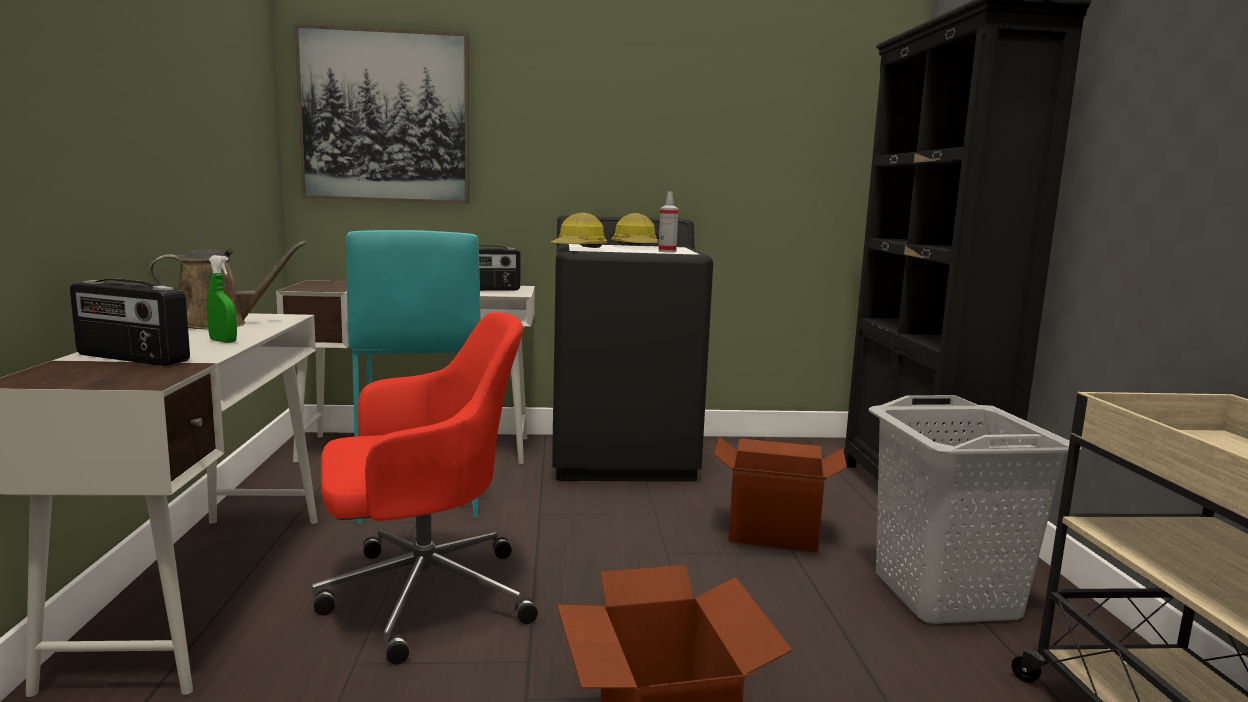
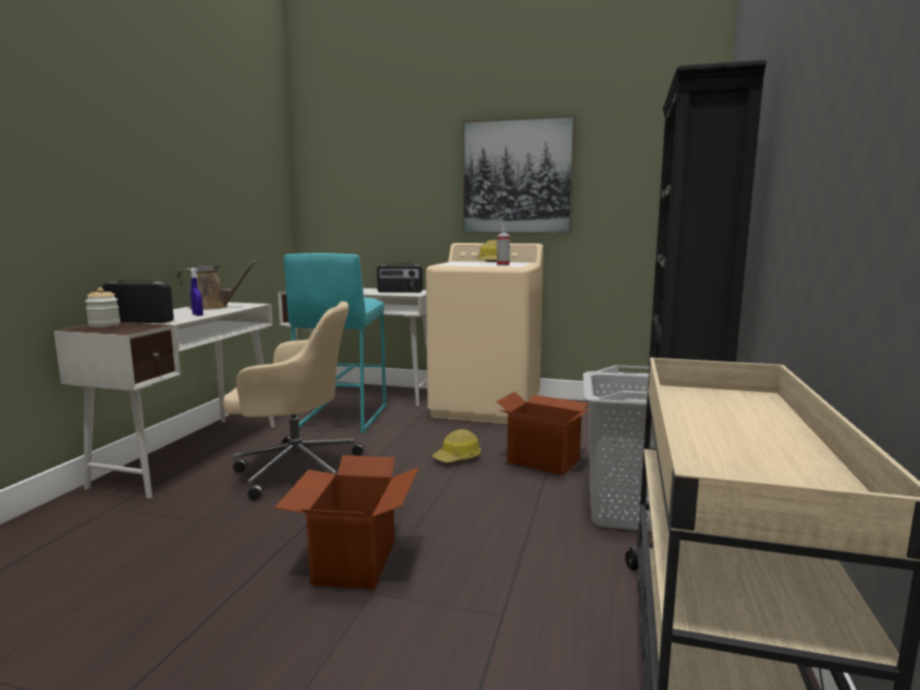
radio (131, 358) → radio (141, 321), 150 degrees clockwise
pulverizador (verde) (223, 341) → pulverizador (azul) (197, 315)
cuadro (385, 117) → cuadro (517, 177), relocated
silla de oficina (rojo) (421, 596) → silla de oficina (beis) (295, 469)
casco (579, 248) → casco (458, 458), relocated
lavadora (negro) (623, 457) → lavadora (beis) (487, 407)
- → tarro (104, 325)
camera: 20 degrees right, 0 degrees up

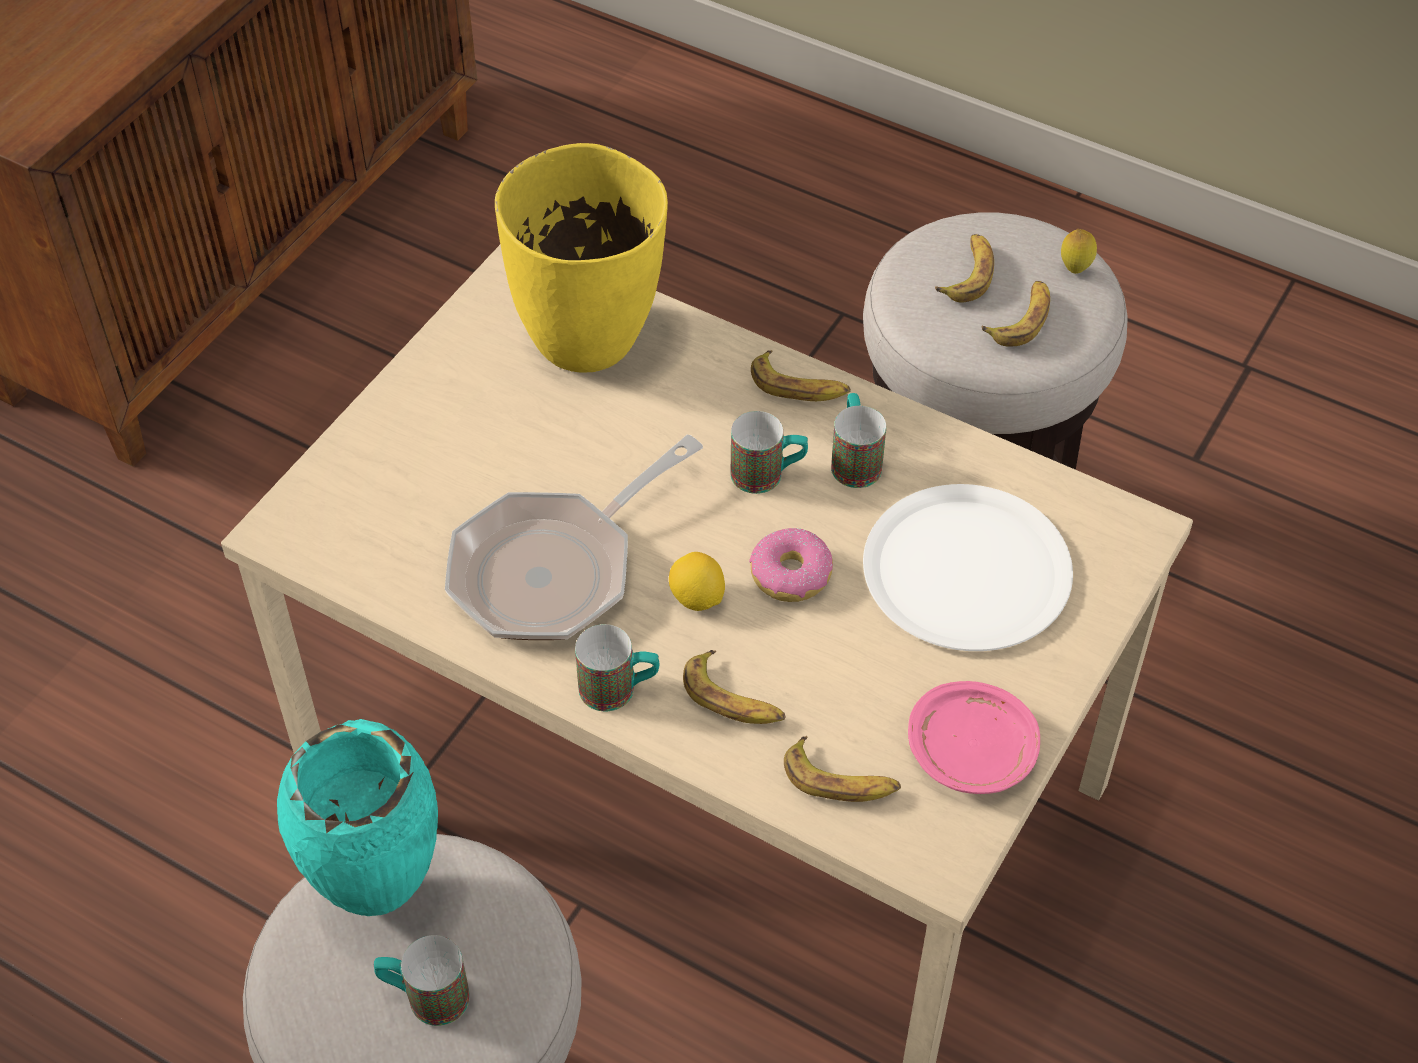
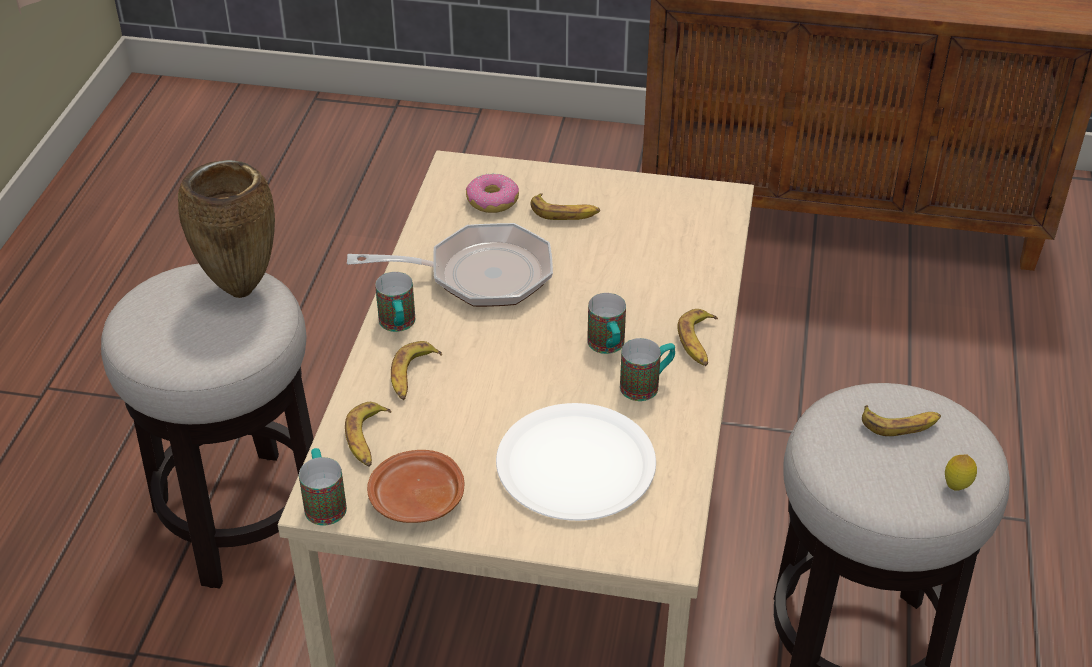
florero (turquesa) (377, 893) → florero (marrón) (241, 289)
taza grande (425, 997) → taza grande (324, 502), relocated
sartén (554, 568) → sartén (479, 275), 150 degrees clockwise
florero (amarillo) (589, 339) → -
limón (697, 598) → -
rosquilla (791, 575) → rosquilla (492, 201), relocated
plato (rosa) (972, 752) → plato (marrón) (416, 500)
plátano (1021, 319) → plátano (564, 213), relocated
camera: 70 degrees right, 10 degrees down

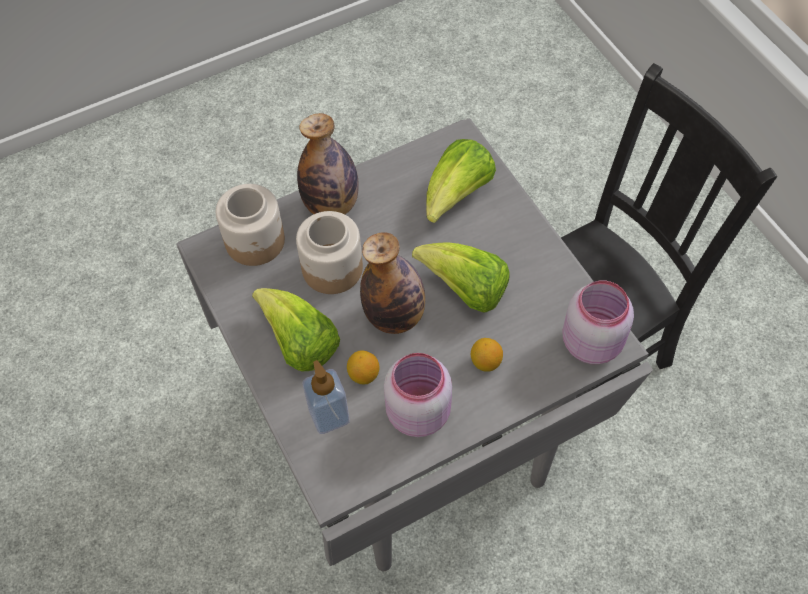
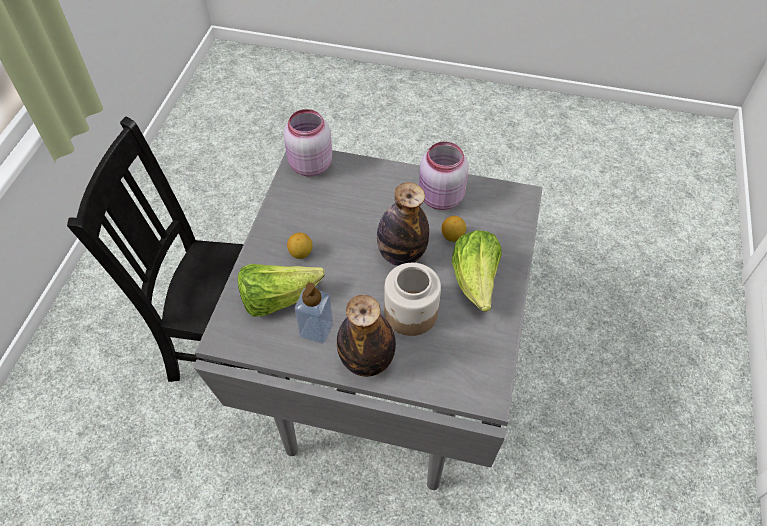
tarro (255, 241) → -
dispensador de jabón (329, 416) → dispensador de jabón (316, 330), relocated
lechuga (465, 290) → -
limón (485, 362) → limón (301, 253), relocated
camera: 140 degrees left, 5 degrees down

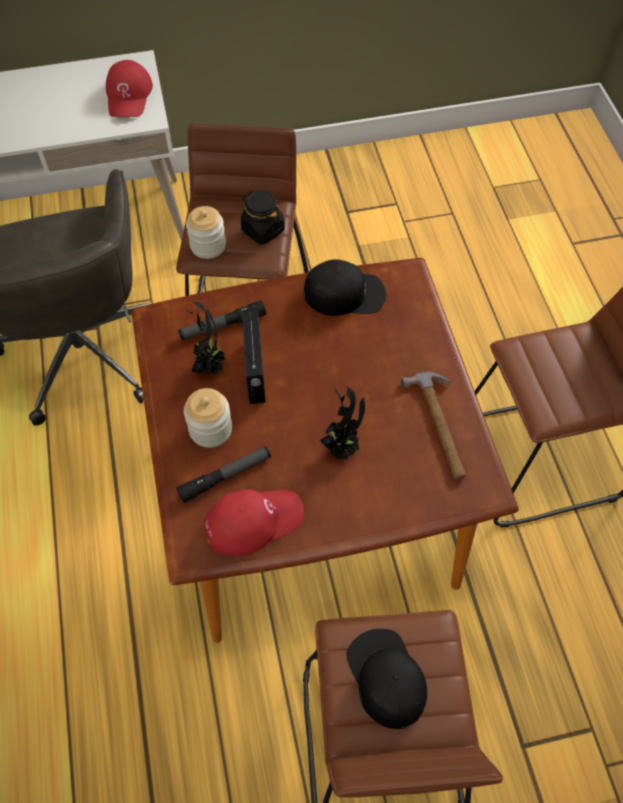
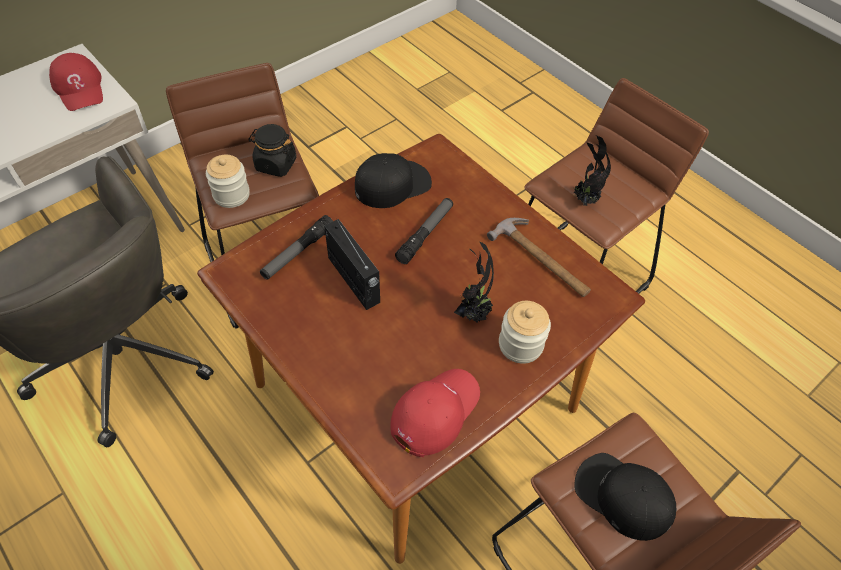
linterna (225, 476) → linterna (425, 234), relocated
tarro (210, 429) → tarro (520, 344), relocated
planta en maceta (210, 366) → planta en maceta (583, 200), relocated
camera: 30 degrees left, 5 degrees down

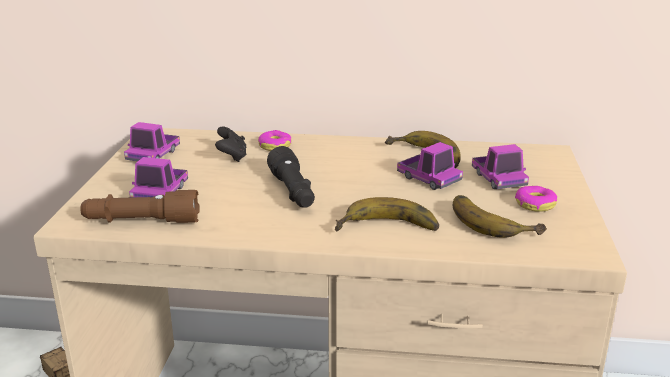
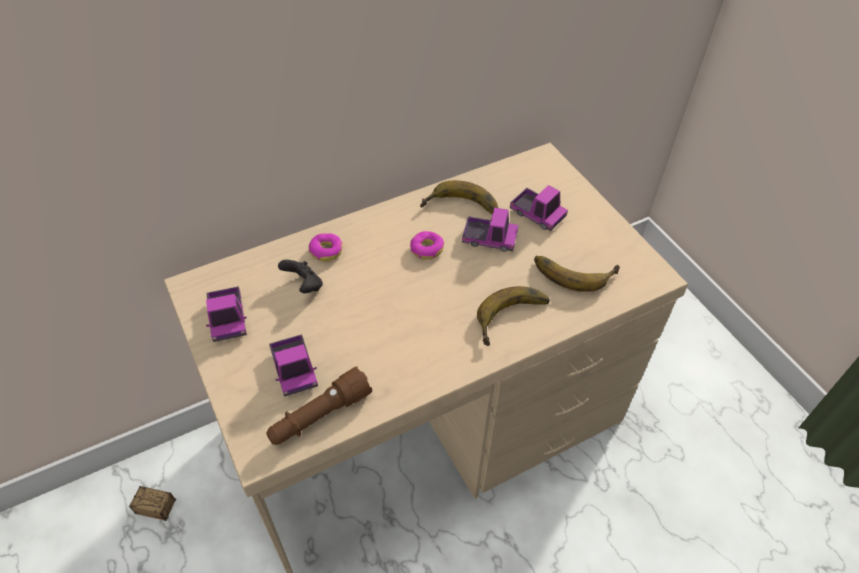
linterna (negro) (293, 192) → -
rosquilla (535, 204) → rosquilla (426, 249), relocated
camera: 35 degrees left, 25 degrees up

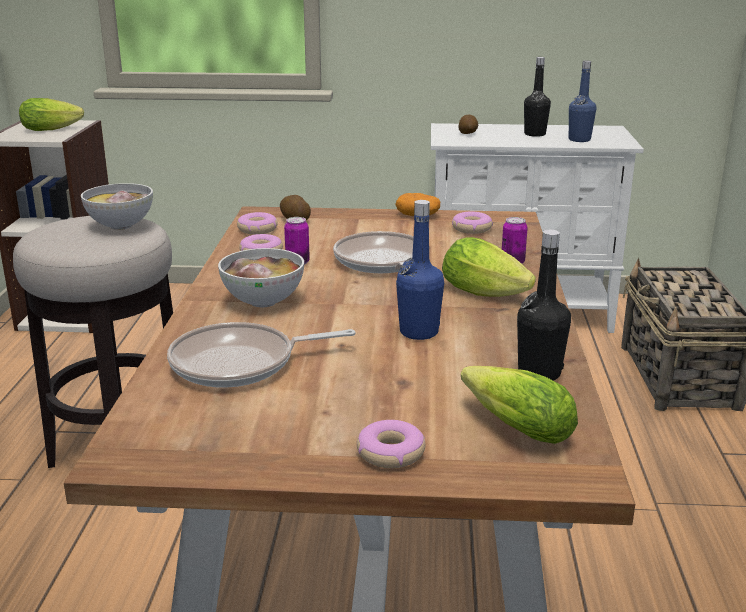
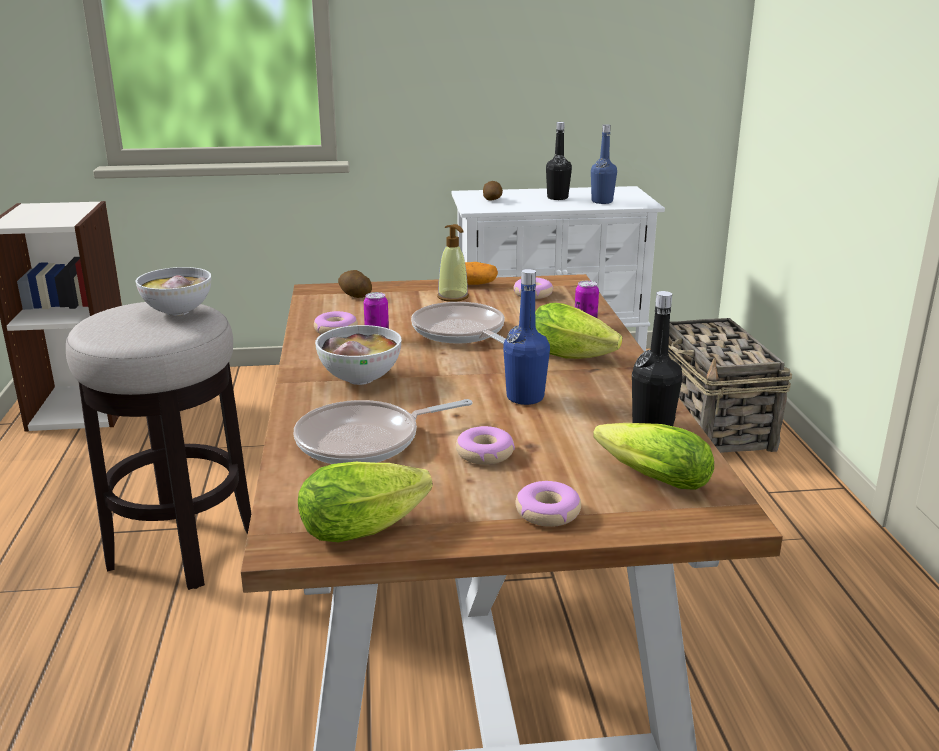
lechuga (54, 129) → lechuga (370, 525), relocated
rosquilla (257, 229) → rosquilla (484, 454), relocated
- → dispensador de jabón (453, 297)
camera: 10 degrees left, 0 degrees up

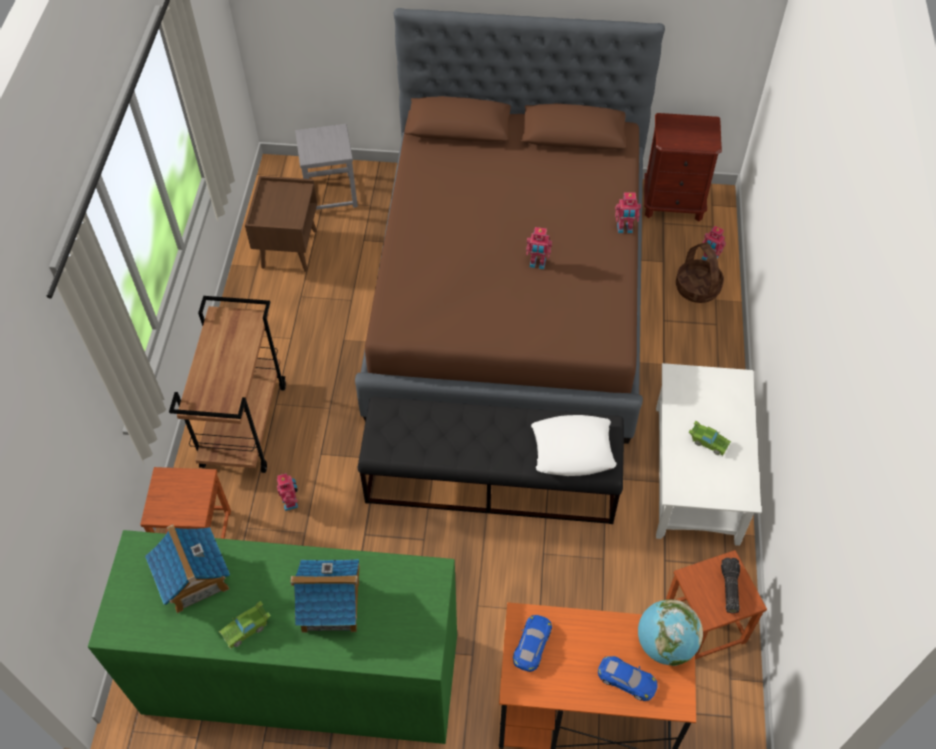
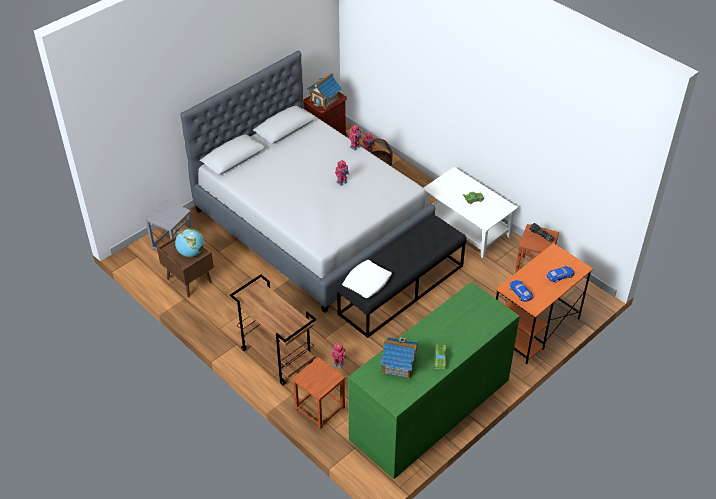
casita (331, 606) → casita (324, 99), relocated
cama (marrón) (509, 295) → cama (gris) (312, 223)
cojín (blanco) (573, 449) → cojín (blanco) (367, 282), relocated
globo terráqueo (665, 644) → globo terráqueo (191, 253), relocated
camera: 50 degrees left, 10 degrees down

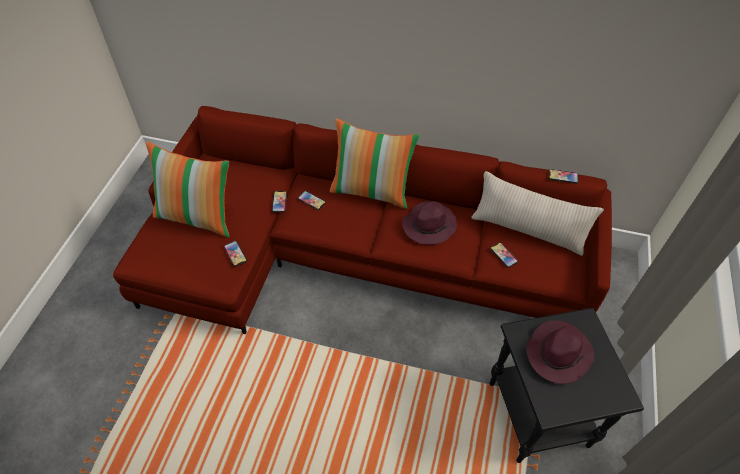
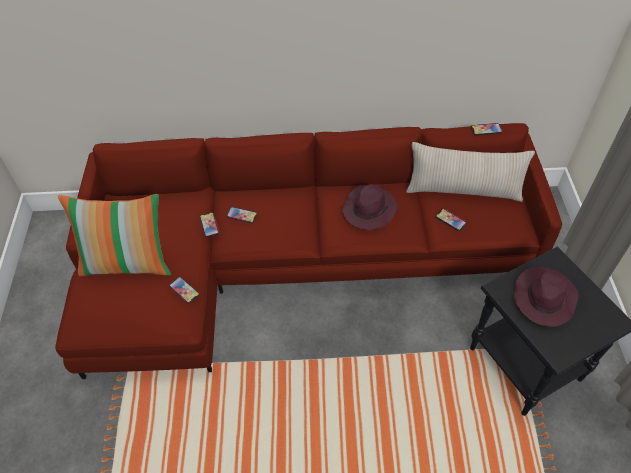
cojín (371, 191) → -
camera: 15 degrees left, 0 degrees up

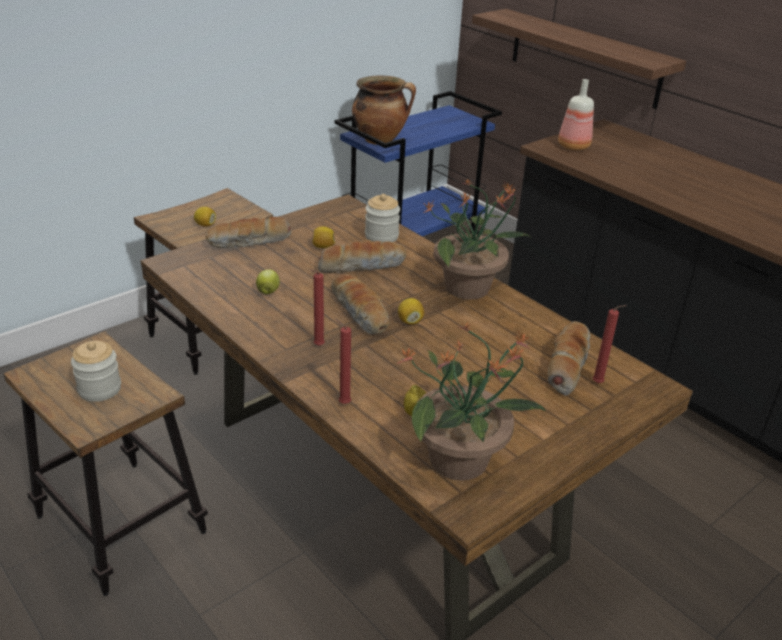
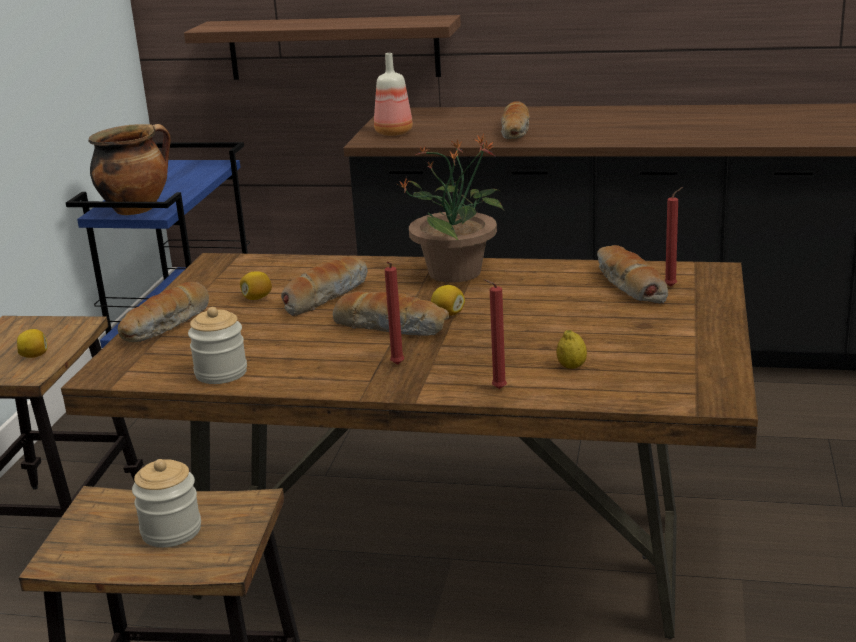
manzana (268, 292) → -
tarro (381, 236) → tarro (221, 373), relocated
planta en maceta (460, 460) → -
- → pan (516, 131)
camera: 35 degrees left, 10 degrees down

